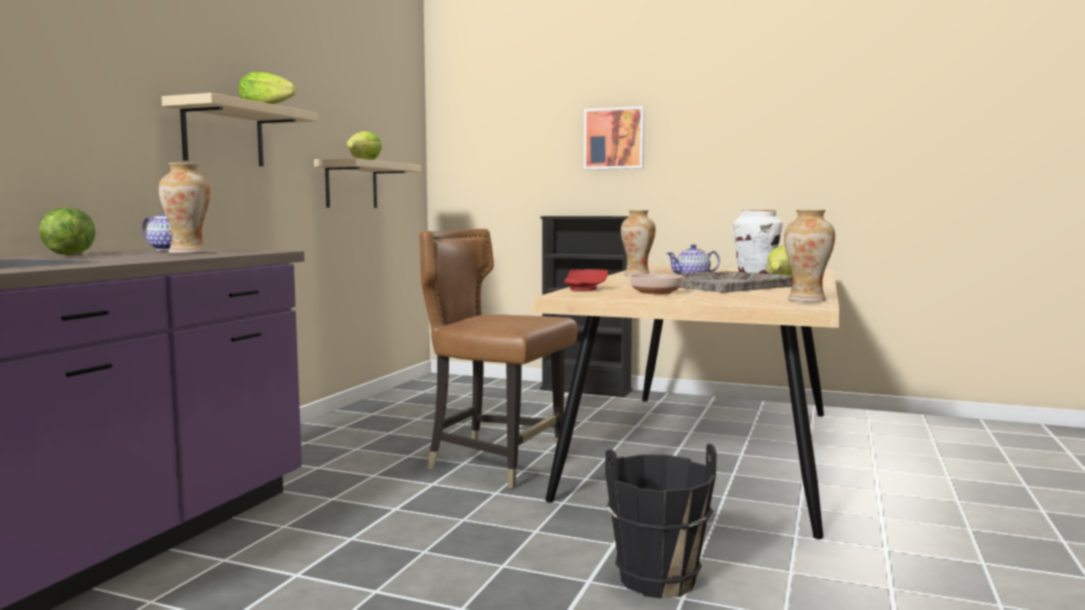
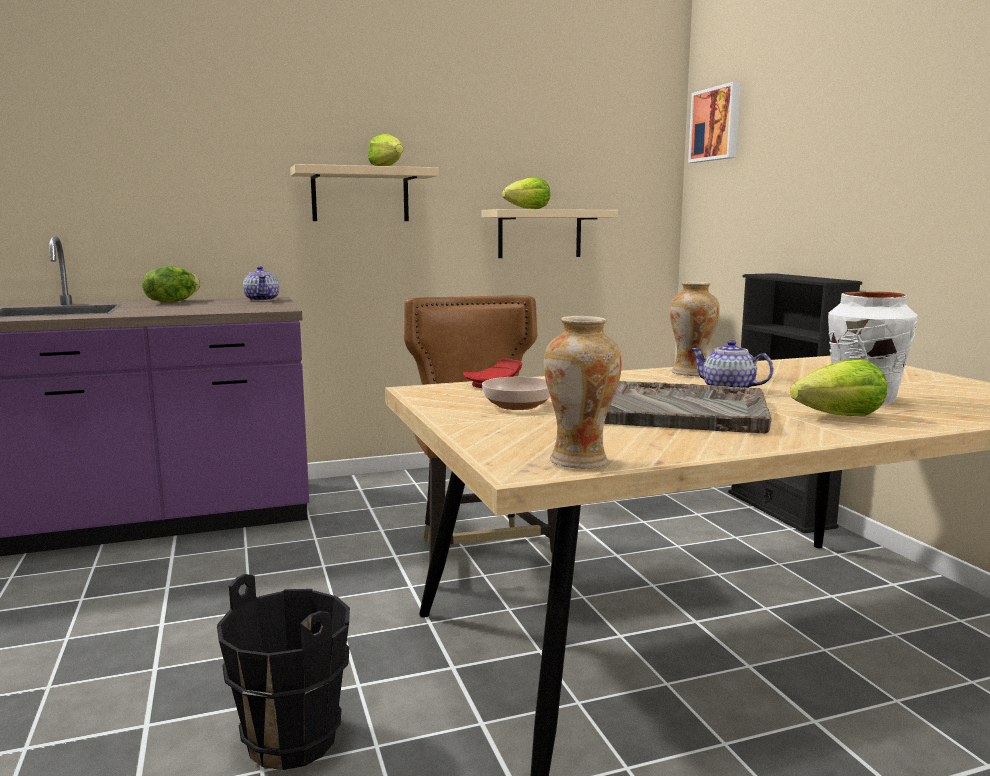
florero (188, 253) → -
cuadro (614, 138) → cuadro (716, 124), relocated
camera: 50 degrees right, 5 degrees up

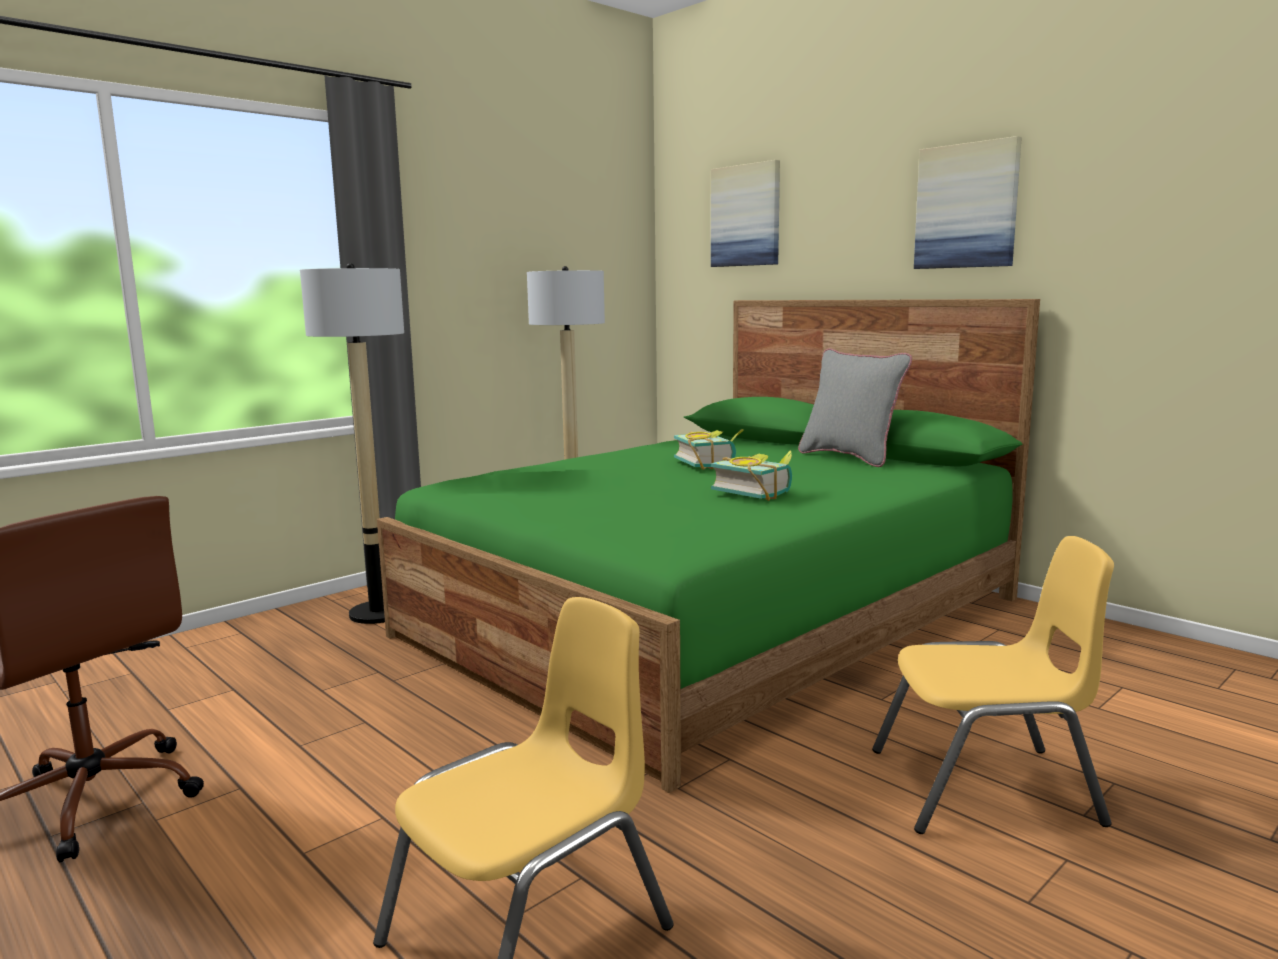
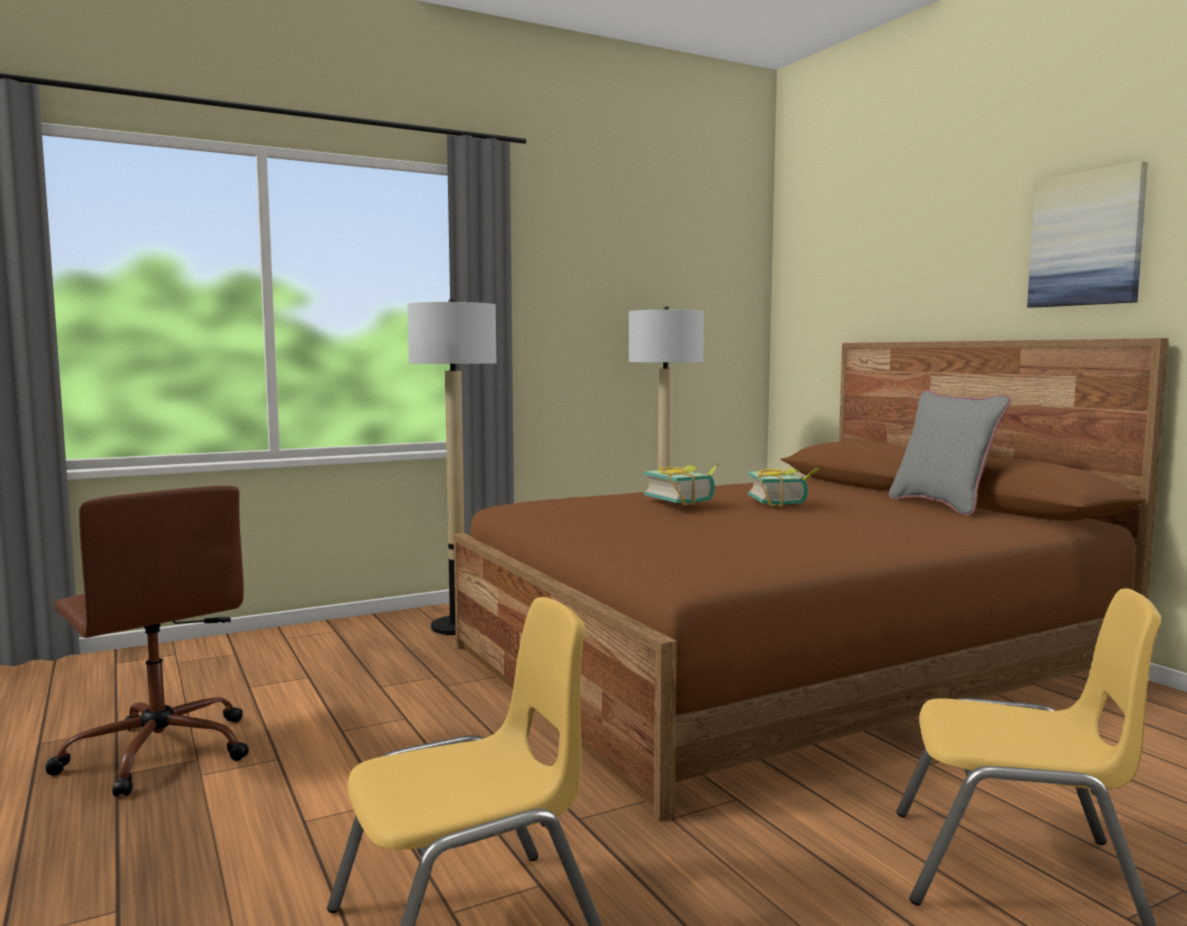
cama (verde) (717, 617) → cama (marrón) (783, 663)
cuadro (746, 216) → -
libro (755, 493) → libro (684, 500), relocated
camera: 15 degrees right, 5 degrees down

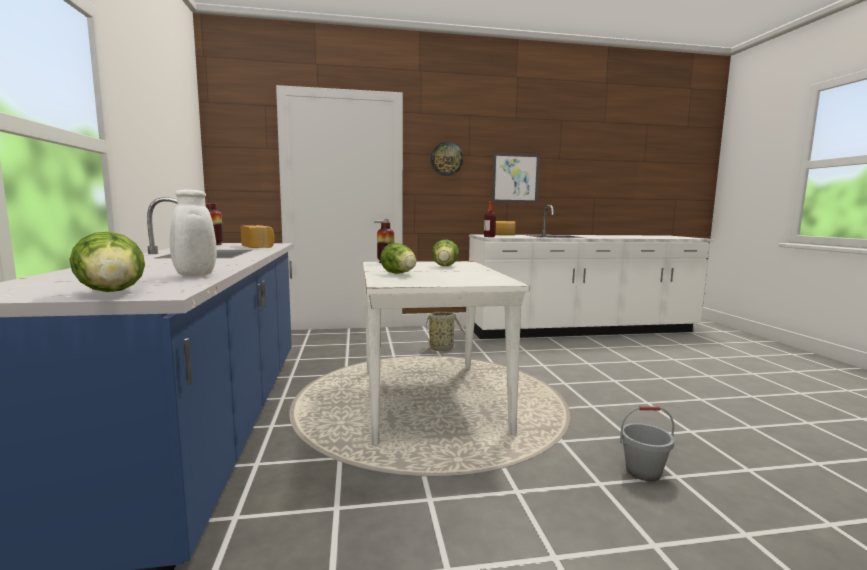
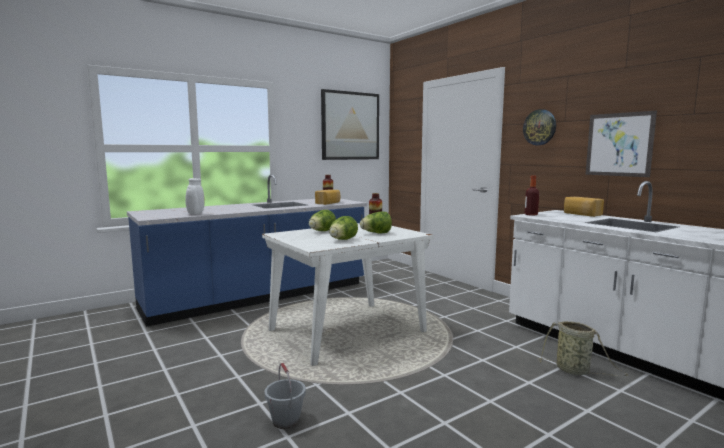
lechuga (113, 293) → lechuga (342, 240), relocated
cesta (443, 349) → cesta (575, 371), relocated
- → cuadro (350, 126)
camera: 65 degrees right, 0 degrees up

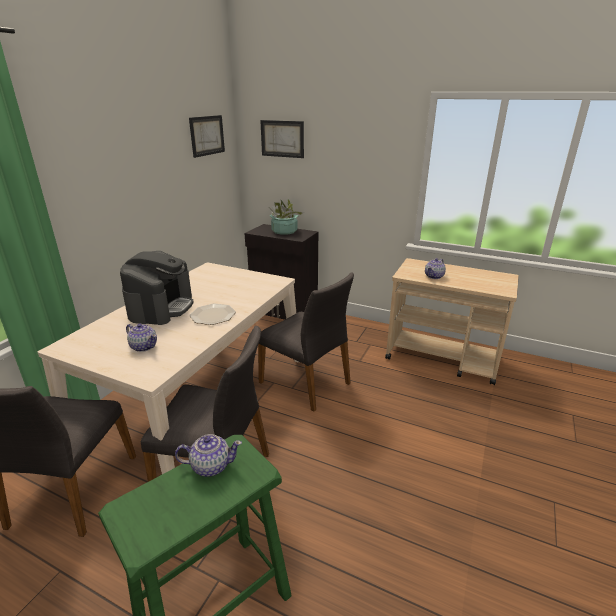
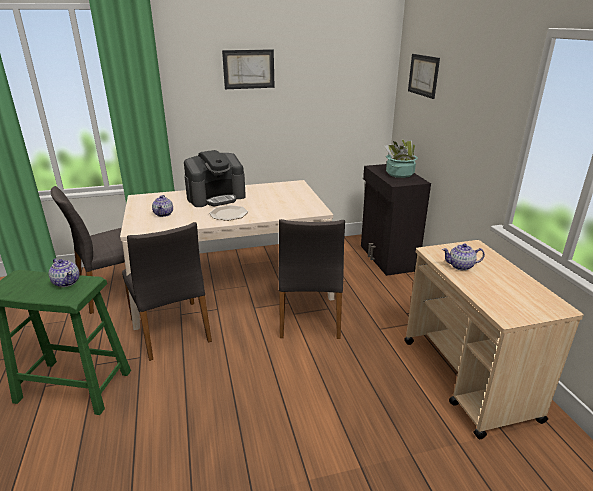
cuadro (207, 135) → cuadro (248, 69), relocated
camera: 50 degrees right, 0 degrees up

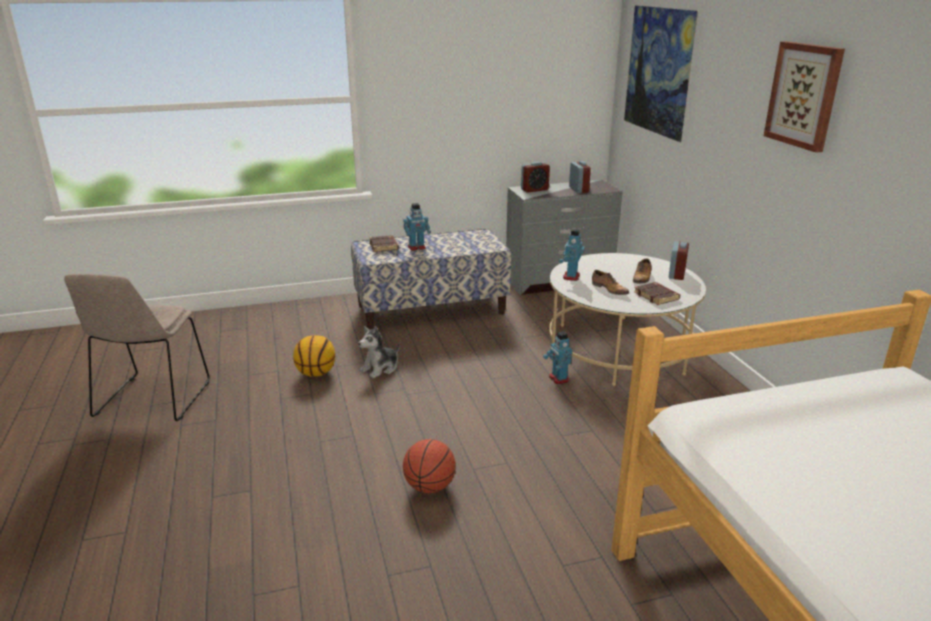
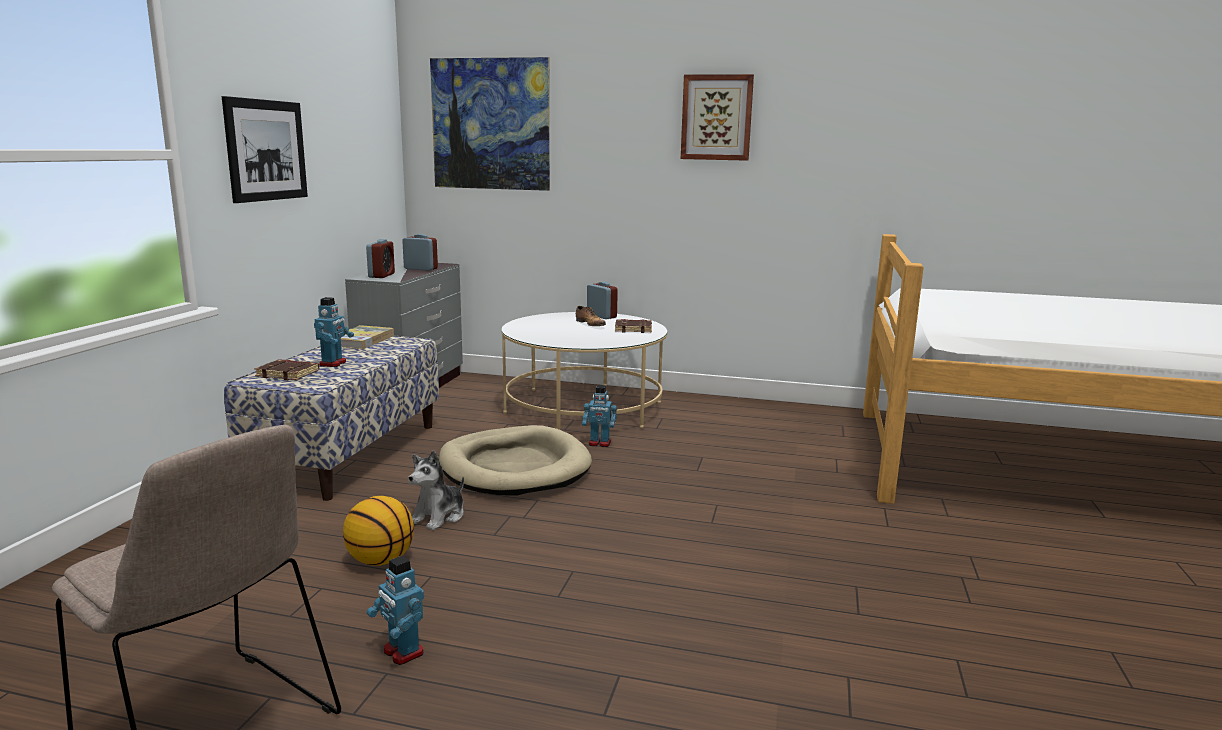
peluche (380, 368) → peluche (439, 517), 45 degrees clockwise
balón de baloncesto (429, 487) → -
robot de juguete (571, 277) → robot de juguete (402, 652), relocated
zapato (609, 289) → -
- → cuadro (266, 150)
- → libro (361, 340)
- → cama para perro (beis) (514, 467)
camera: 60 degrees left, 10 degrees down

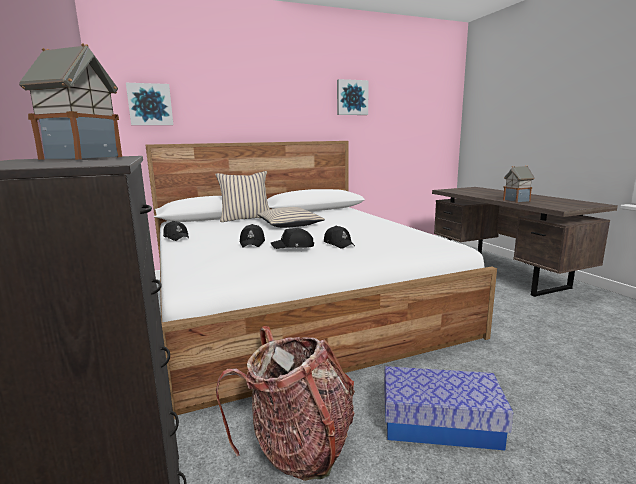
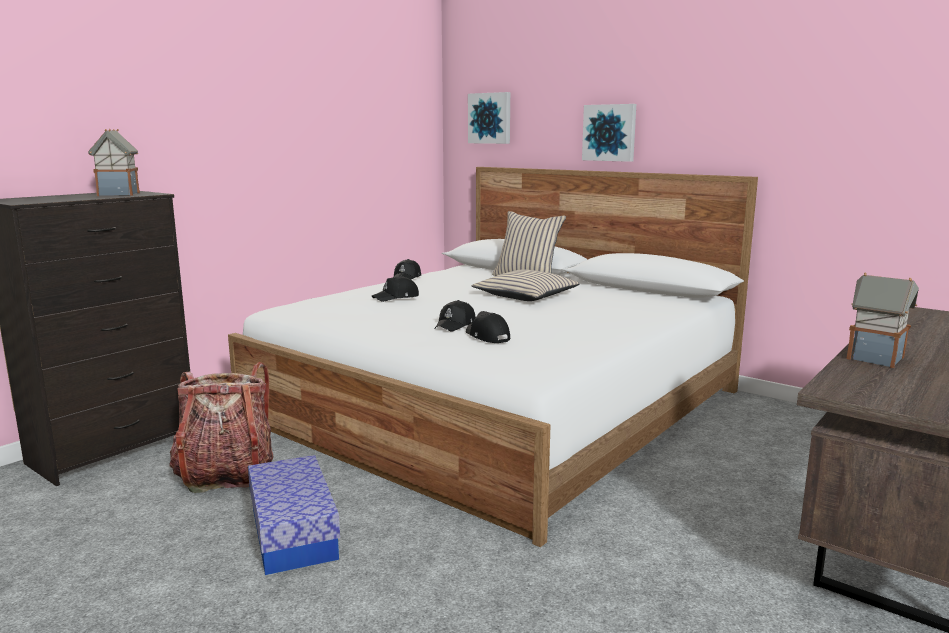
gorra (negro) (293, 246) → gorra (negro) (487, 336), relocated
cuadro (351, 97) → cuadro (610, 132), relocated
camera: 60 degrees right, 0 degrees up

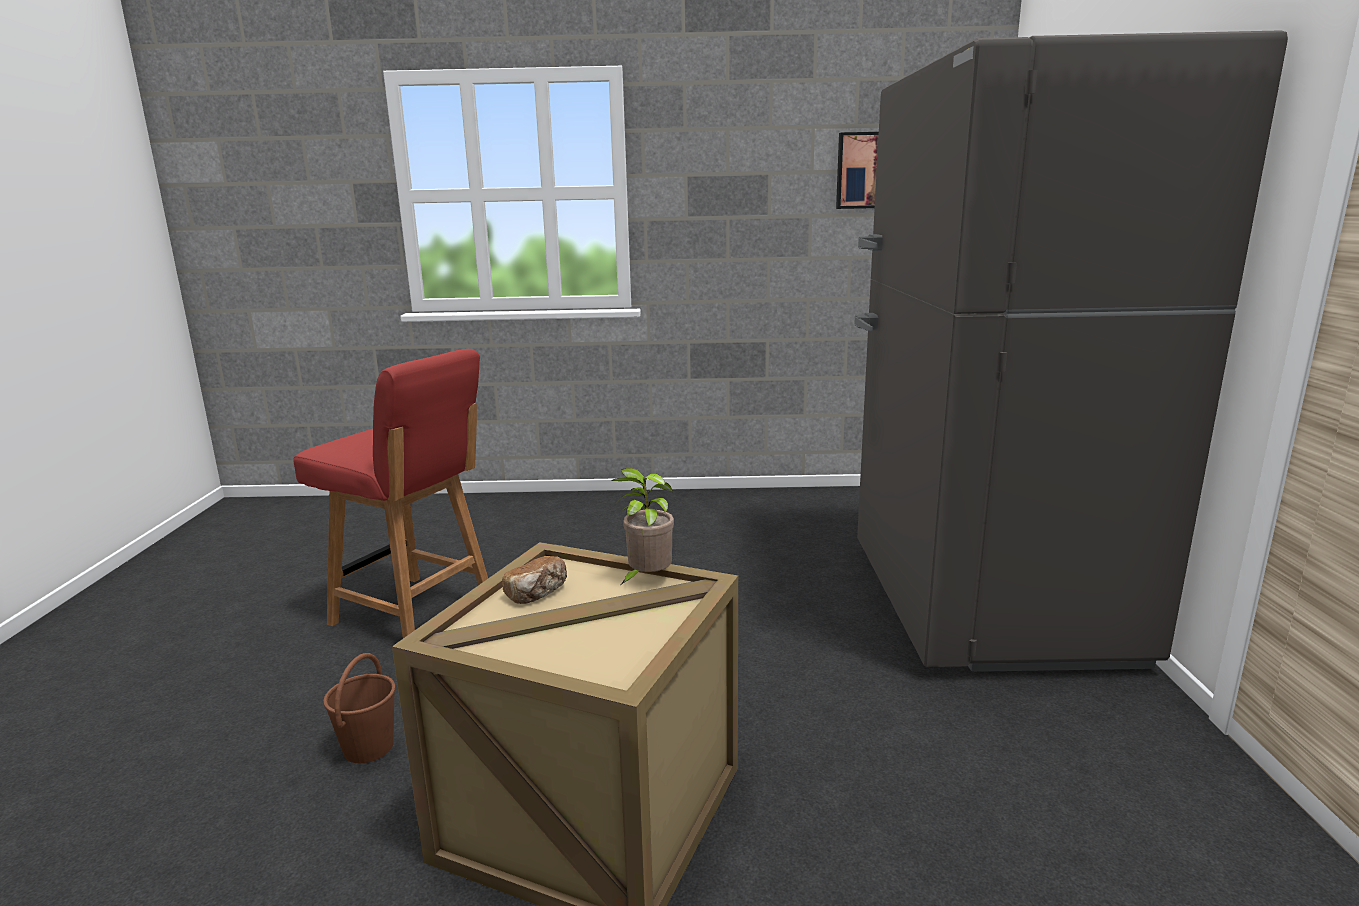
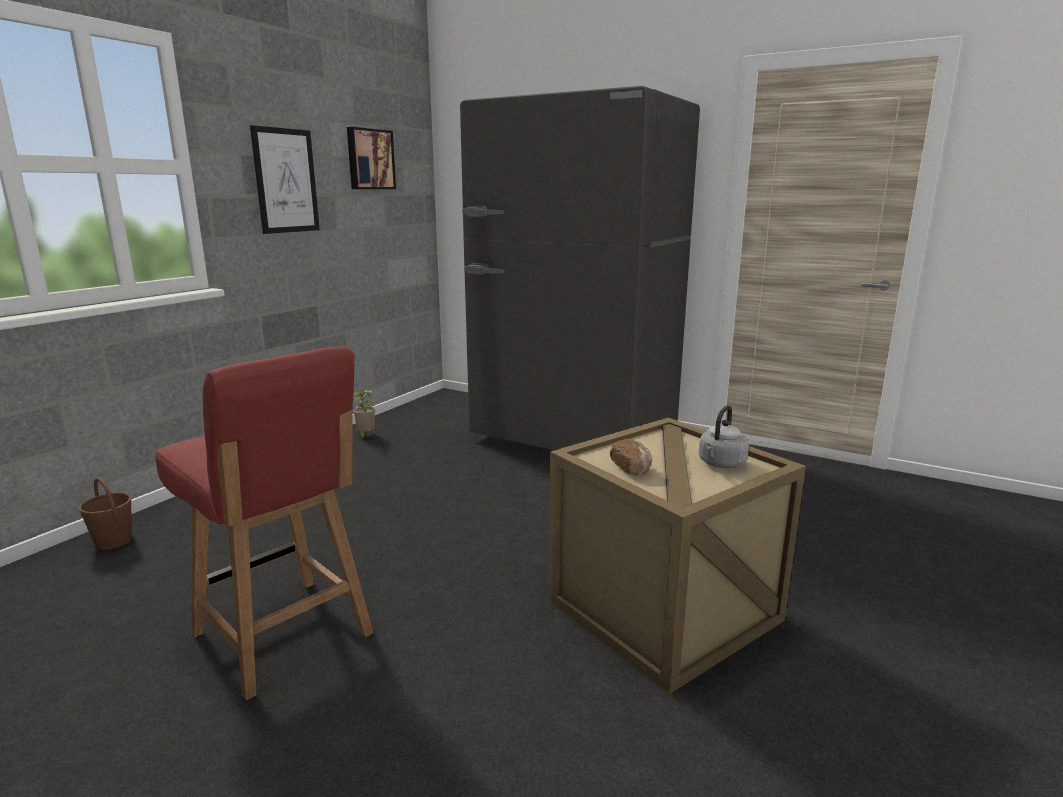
silla (rojo) (415, 613) → silla (rojo) (284, 636), 75 degrees clockwise
cubo (marrón) (369, 747) → cubo (marrón) (113, 541), relocated
planta en maceta (647, 580) → planta en maceta (365, 436), relocated
- → cuadro (286, 181)
- → hervidor (gris) (720, 464)
camera: 60 degrees left, 0 degrees up

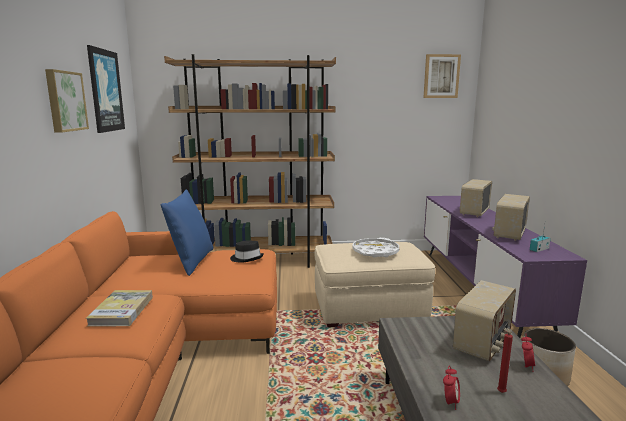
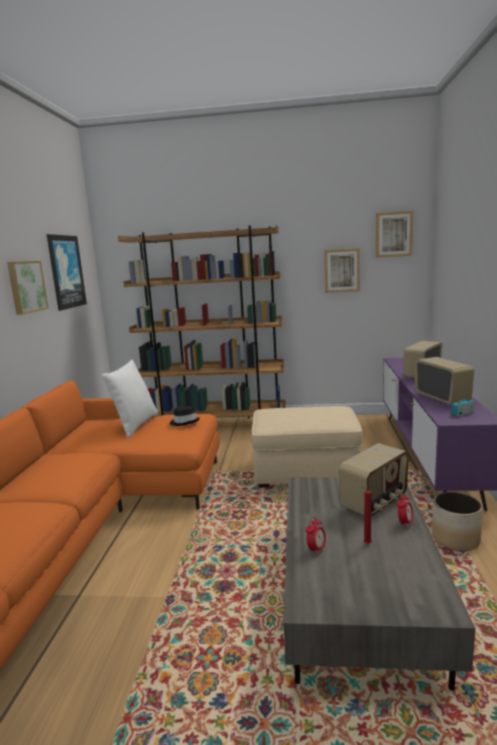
libro (122, 310) → -
cojín (azul) (191, 262) → cojín (blanco) (135, 425)
bandeja (blanco) (375, 252) → -
radio (509, 234) → radio (442, 398), 120 degrees clockwise
- → cuadro (341, 270)
camera: 10 degrees right, 0 degrees up

